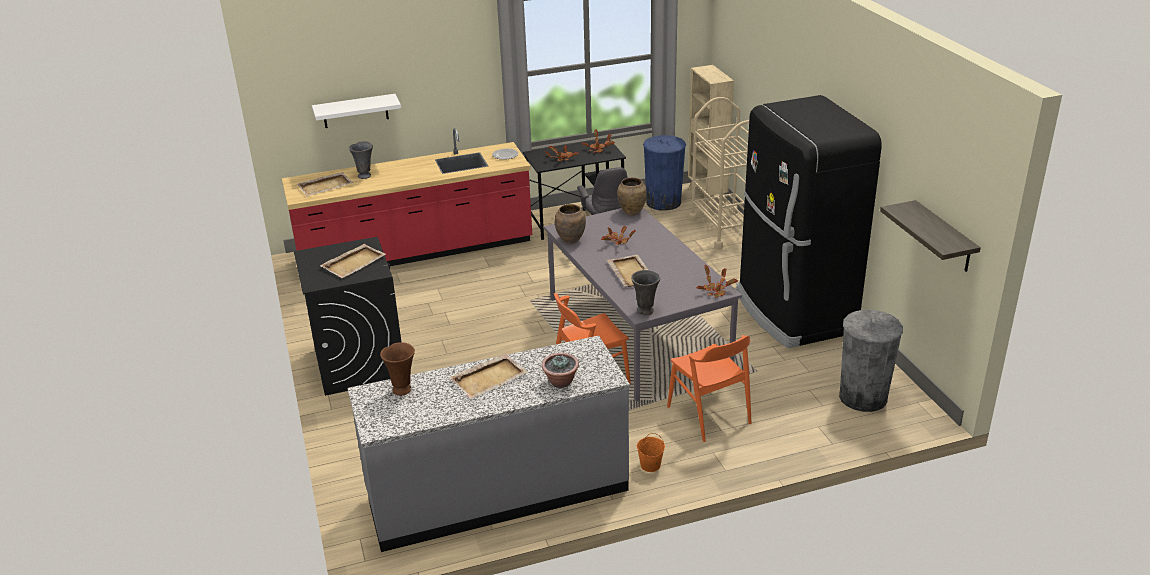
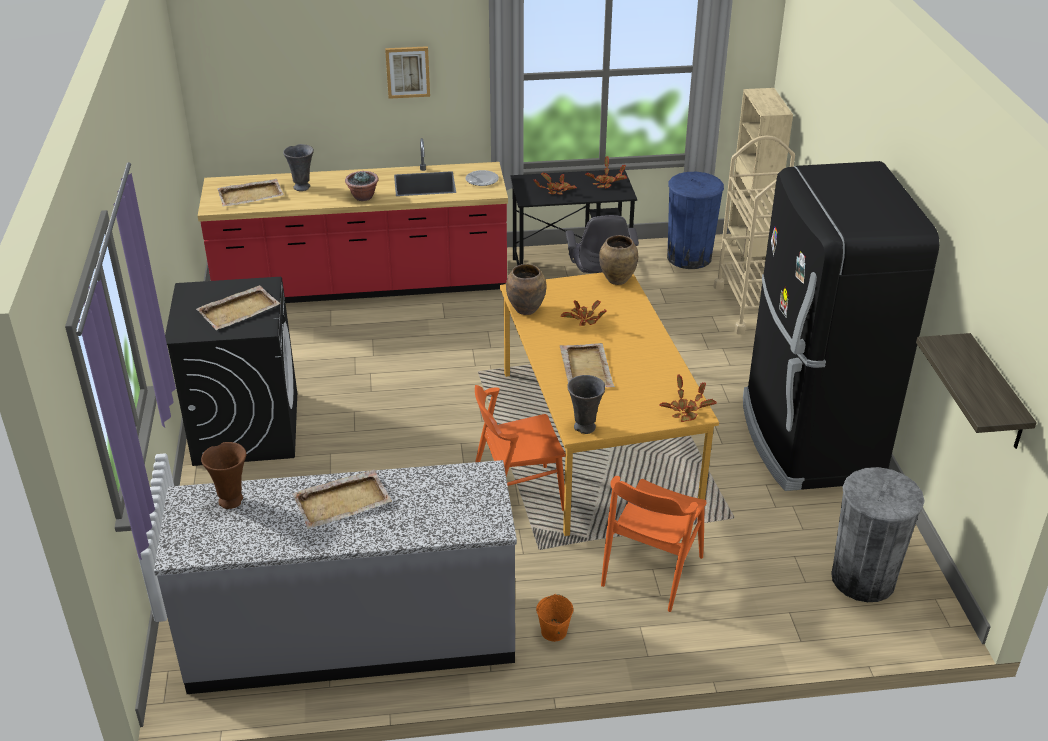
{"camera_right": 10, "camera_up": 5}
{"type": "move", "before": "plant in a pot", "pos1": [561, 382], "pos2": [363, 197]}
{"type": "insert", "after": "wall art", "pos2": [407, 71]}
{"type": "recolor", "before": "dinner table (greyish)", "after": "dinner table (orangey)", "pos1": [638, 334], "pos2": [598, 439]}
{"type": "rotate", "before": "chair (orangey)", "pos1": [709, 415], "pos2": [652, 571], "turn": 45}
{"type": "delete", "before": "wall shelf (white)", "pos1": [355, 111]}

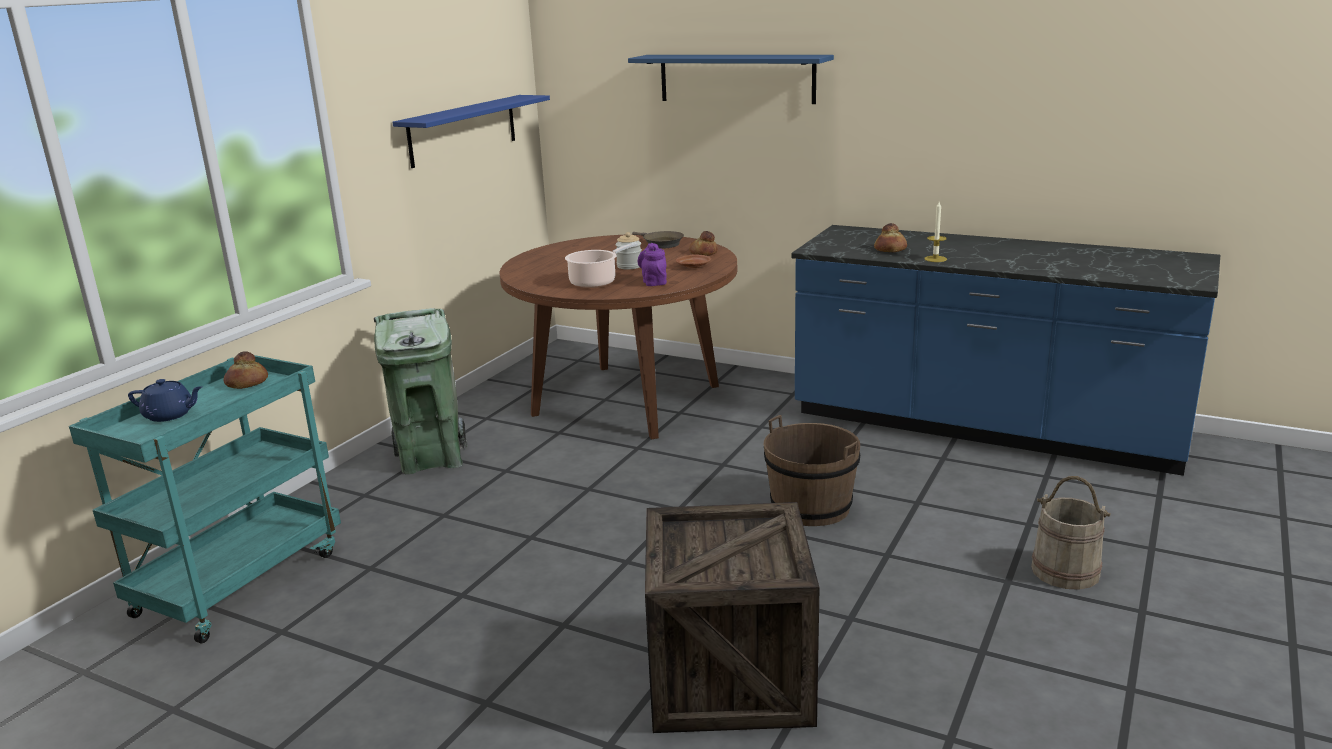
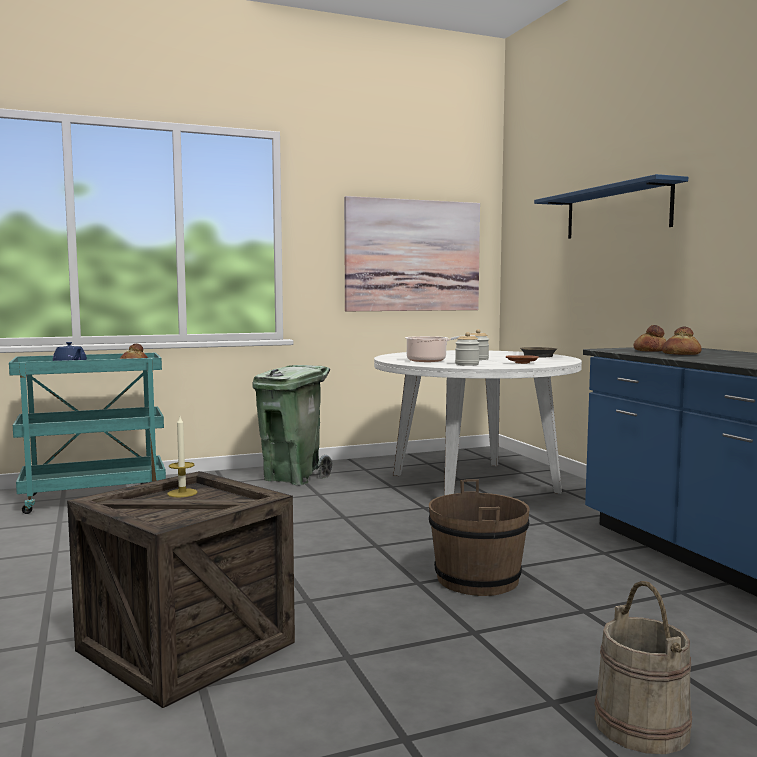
{"camera_right": 40, "camera_up": -15}
{"type": "move", "before": "candle", "pos1": [935, 259], "pos2": [182, 493]}
{"type": "replace", "before": "wall shelf (bluish)", "after": "wall art", "pos1": [463, 130], "pos2": [413, 255]}
{"type": "recolor", "before": "dinner table (brownish)", "after": "dinner table (white)", "pos1": [626, 400], "pos2": [473, 483]}
{"type": "replace", "before": "teapot (purplish)", "after": "jar", "pos1": [654, 282], "pos2": [467, 364]}
{"type": "move", "before": "bakery bread", "pos1": [703, 253], "pos2": [649, 350]}

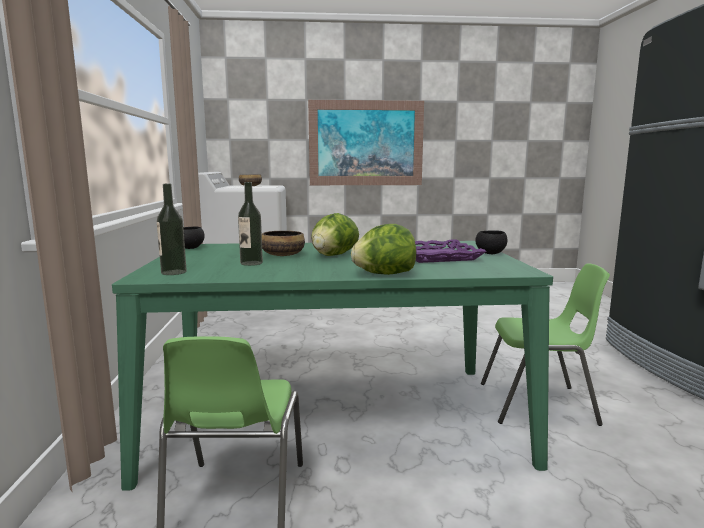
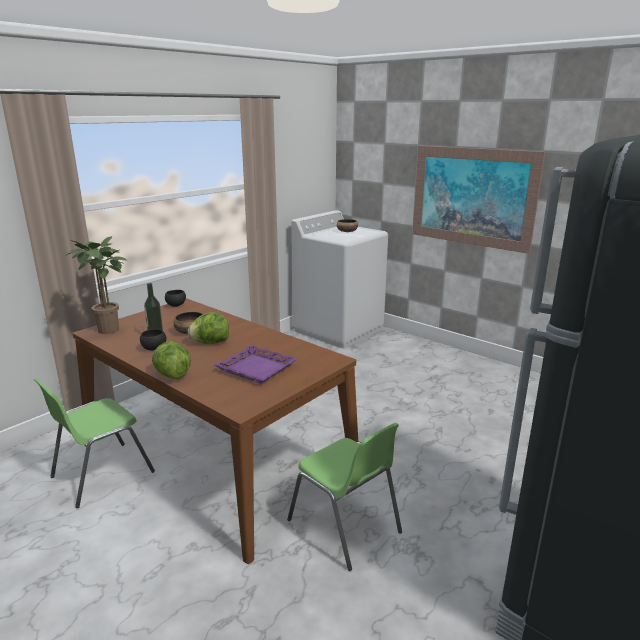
{"camera_right": 45, "camera_up": 10}
{"type": "replace", "before": "beverage bottle", "after": "plant in a pot", "pos1": [173, 272], "pos2": [109, 331]}
{"type": "recolor", "before": "dinner table (green-coloured)", "after": "dinner table (brownish)", "pos1": [336, 417], "pos2": [216, 455]}
{"type": "move", "before": "bowl (blackish)", "pos1": [490, 253], "pos2": [154, 348]}

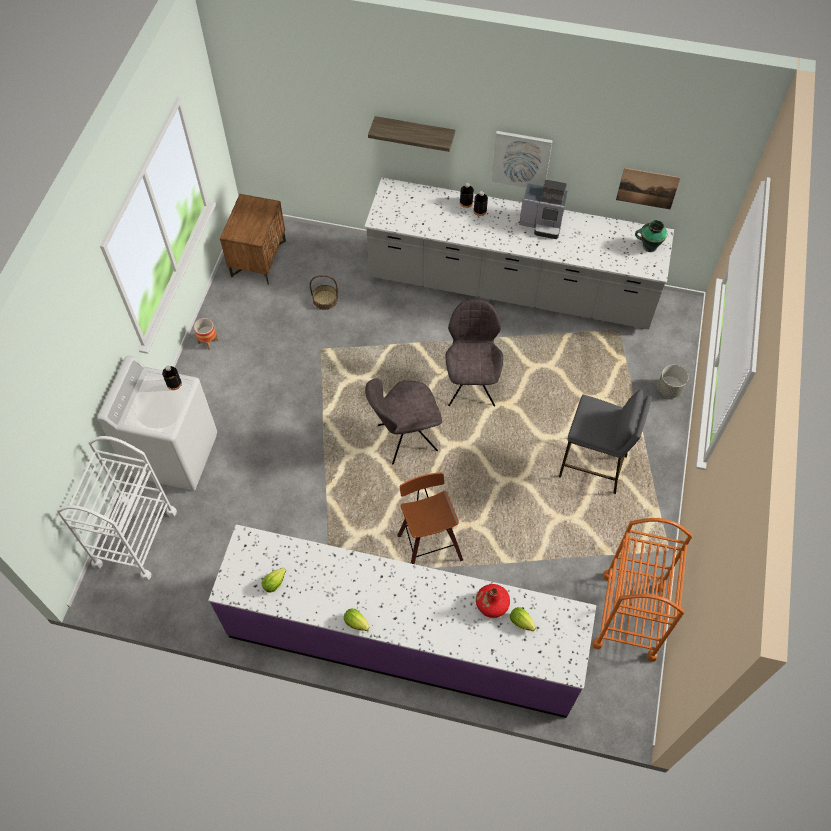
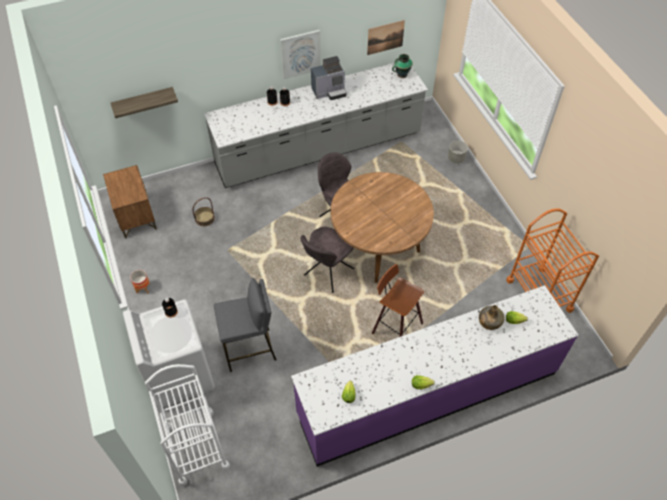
{"camera_right": -35, "camera_up": -5}
{"type": "move", "before": "wall shelf", "pos1": [414, 132], "pos2": [143, 102]}
{"type": "move", "before": "sitting stool (greyish)", "pos1": [593, 466], "pos2": [250, 349]}
{"type": "insert", "after": "dinner table (brownish)", "pos2": [378, 248]}
{"type": "recolor", "before": "beverage bottle (red)", "after": "beverage bottle (green-coloured)", "pos1": [492, 604], "pos2": [489, 321]}

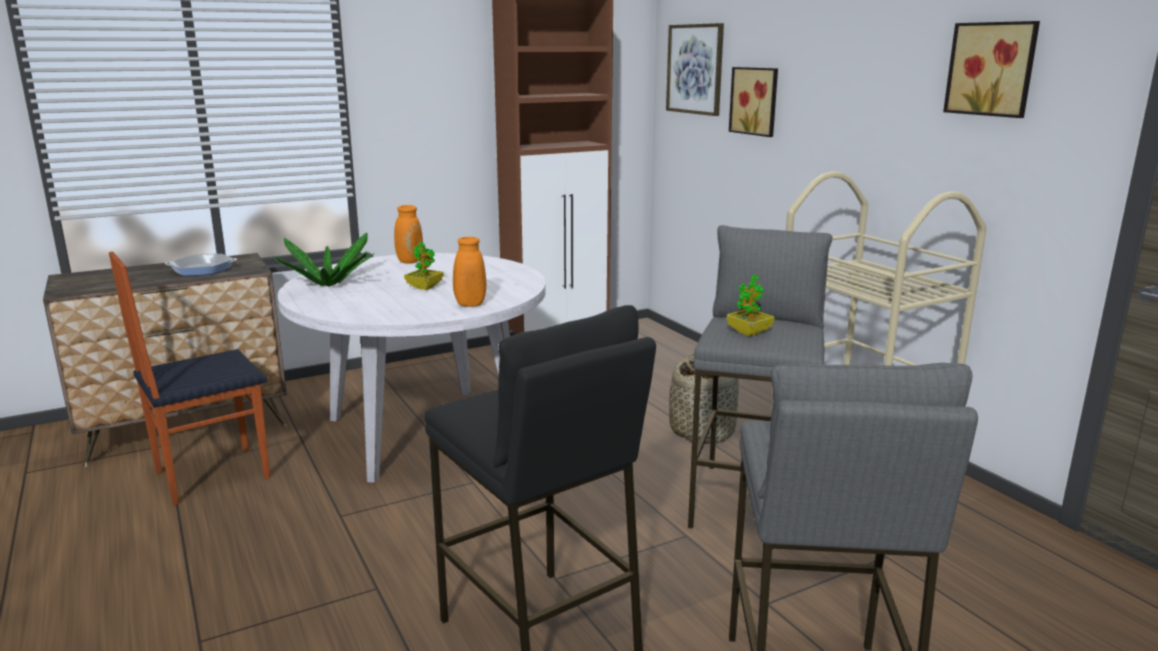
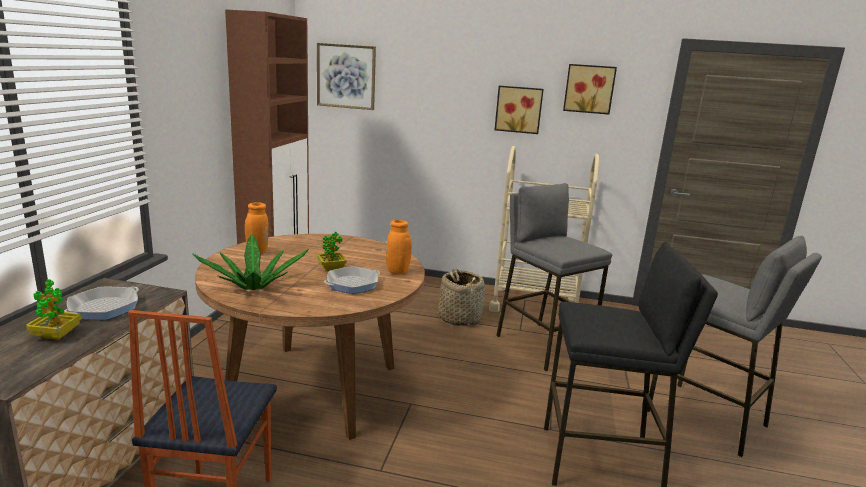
{"camera_right": -50, "camera_up": 0}
{"type": "move", "before": "plant in a pot", "pos1": [749, 332], "pos2": [56, 335]}
{"type": "recolor", "before": "dinner table (white)", "after": "dinner table (brownish)", "pos1": [424, 432], "pos2": [314, 388]}
{"type": "insert", "after": "frying pan", "pos2": [352, 284]}
{"type": "move", "before": "wall art", "pos1": [756, 101], "pos2": [518, 109]}

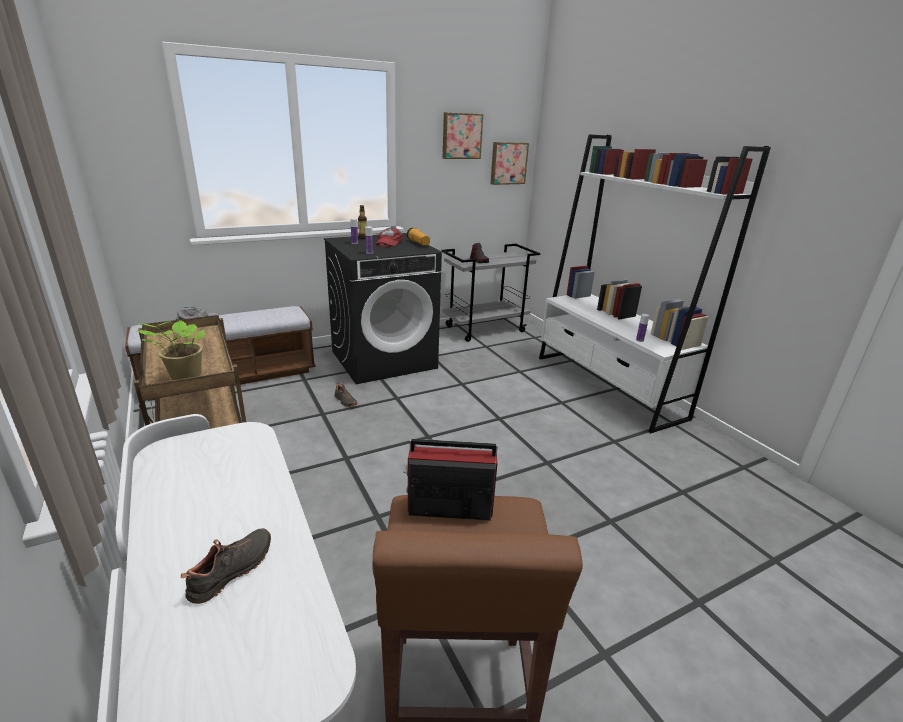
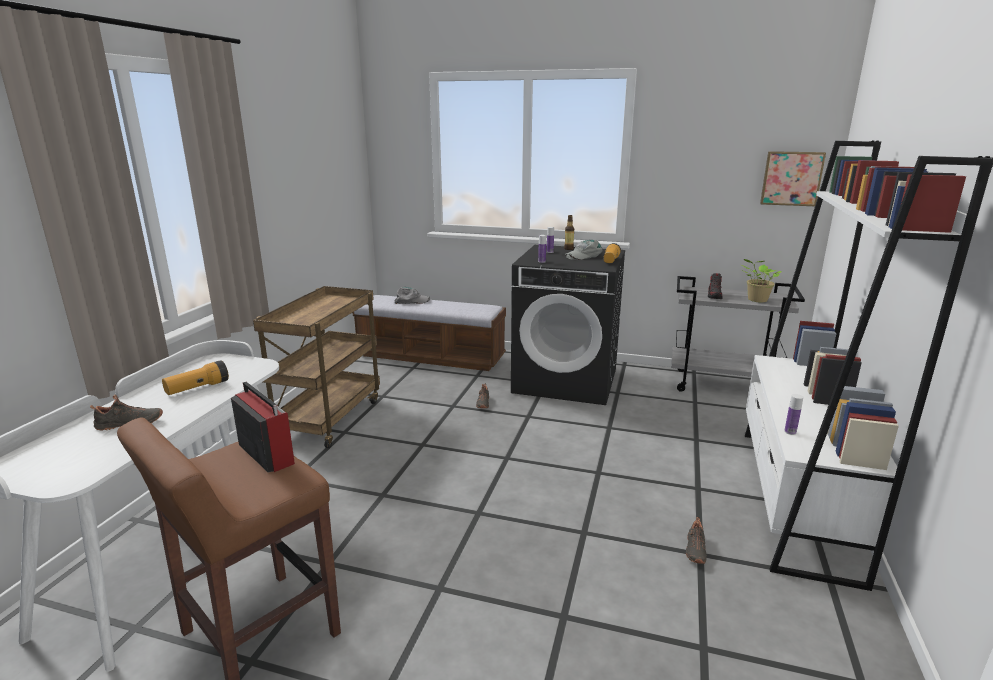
{"camera_right": 45, "camera_up": -5}
{"type": "insert", "after": "flashlight", "pos2": [198, 388]}
{"type": "recolor", "before": "baseball cap (red)", "after": "baseball cap (greyish)", "pos1": [388, 242], "pos2": [583, 255]}
{"type": "insert", "after": "low shoe (blackish)", "pos2": [694, 549]}
{"type": "move", "before": "plant in a pot", "pos1": [183, 376], "pos2": [756, 300]}
{"type": "delete", "before": "wall art", "pos1": [461, 136]}

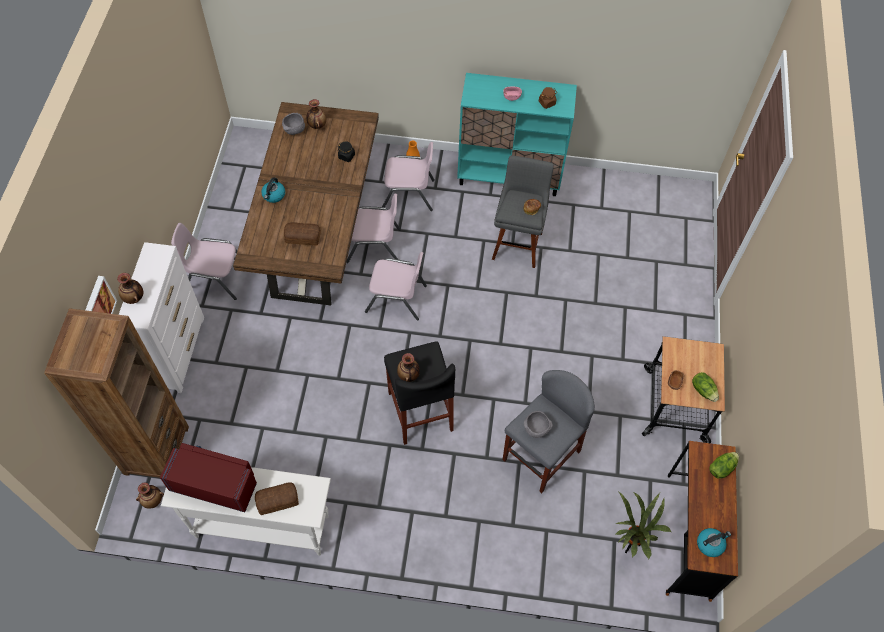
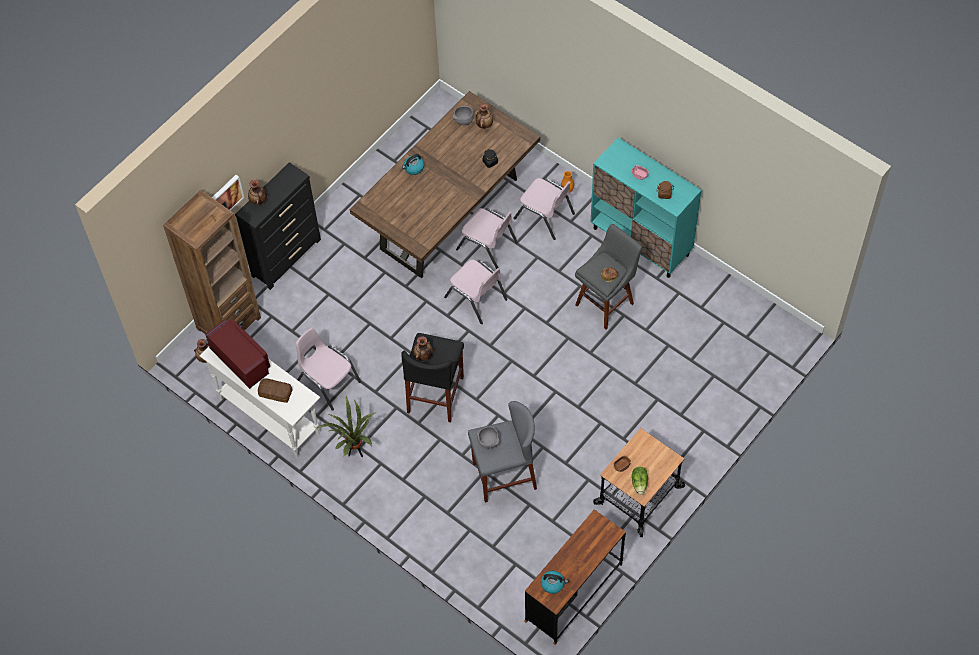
{"camera_right": 35, "camera_up": 0}
{"type": "recolor", "before": "drawer chest (white)", "after": "drawer chest (blackish)", "pos1": [179, 351], "pos2": [287, 257]}
{"type": "move", "before": "chair (pink)", "pos1": [215, 277], "pos2": [328, 381]}
{"type": "move", "before": "plant in a pot", "pos1": [629, 545], "pos2": [355, 452]}
{"type": "delete", "before": "bakery bread", "pos1": [302, 236]}
{"type": "delete", "before": "head of lettuce", "pos1": [721, 468]}

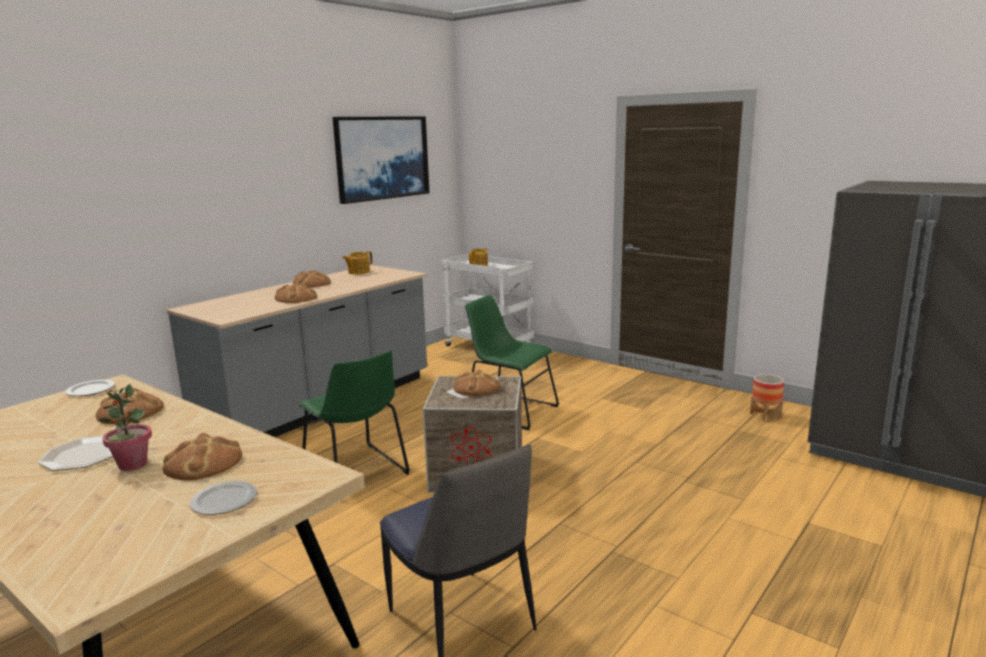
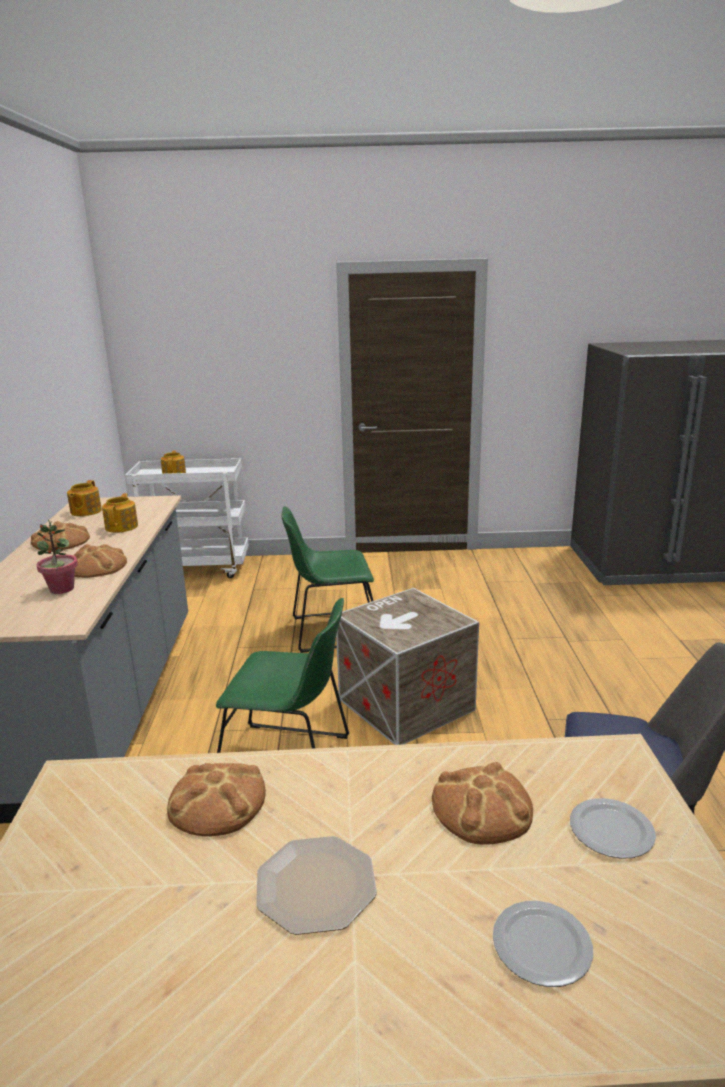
{"camera_right": -40, "camera_up": 5}
{"type": "move", "before": "plant in a pot", "pos1": [132, 464], "pos2": [62, 589]}
{"type": "insert", "after": "teapot", "pos2": [122, 527]}
{"type": "move", "before": "plate", "pos1": [90, 390], "pos2": [540, 947]}
{"type": "delete", "before": "wall art", "pos1": [382, 158]}
{"type": "delete", "before": "bakery bread", "pos1": [476, 387]}
{"type": "delete", "before": "flower pot", "pos1": [765, 415]}

